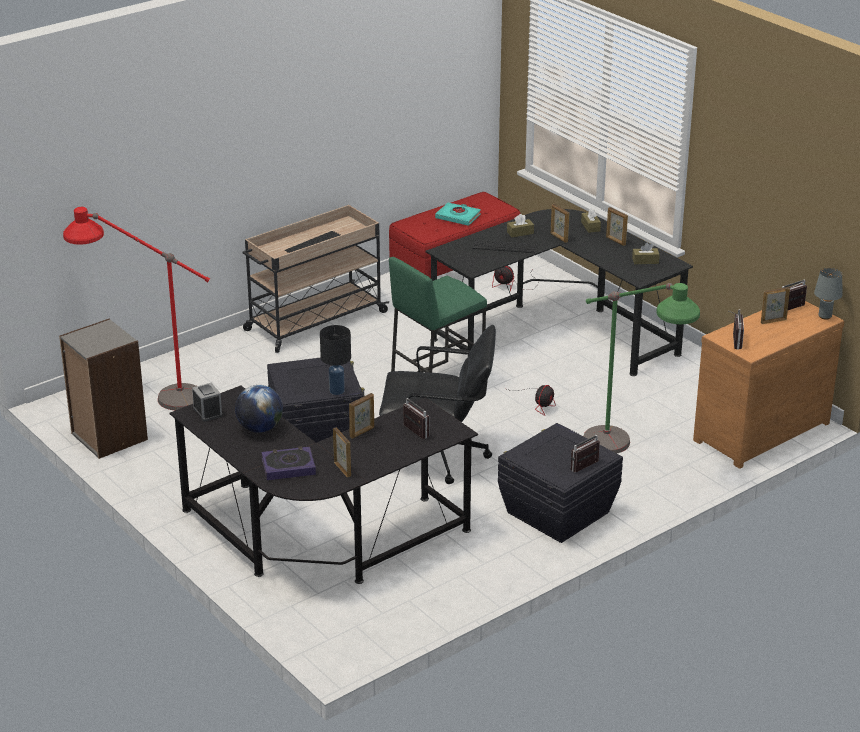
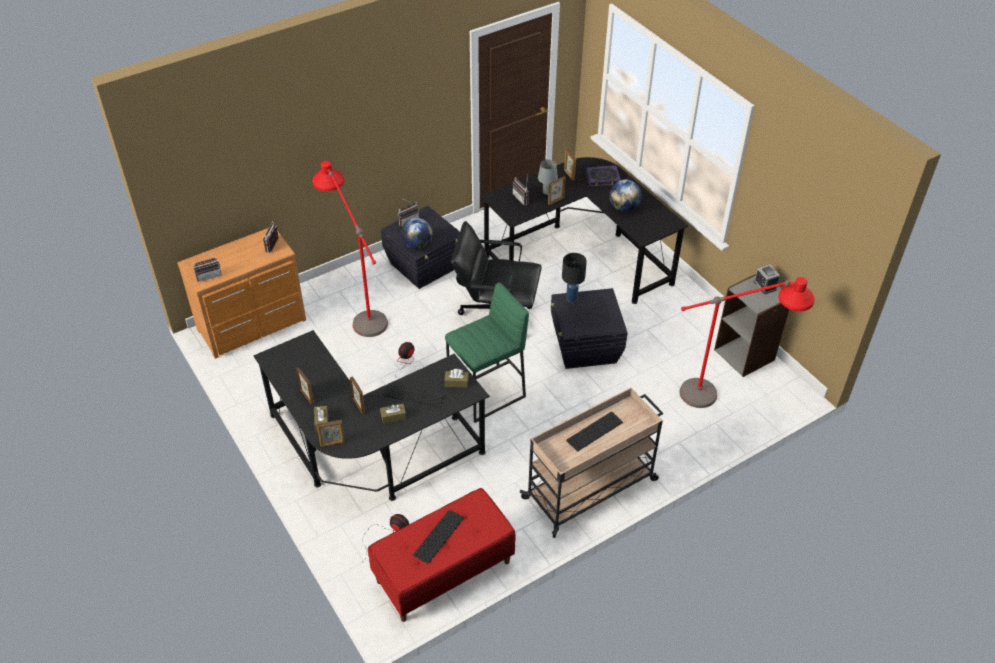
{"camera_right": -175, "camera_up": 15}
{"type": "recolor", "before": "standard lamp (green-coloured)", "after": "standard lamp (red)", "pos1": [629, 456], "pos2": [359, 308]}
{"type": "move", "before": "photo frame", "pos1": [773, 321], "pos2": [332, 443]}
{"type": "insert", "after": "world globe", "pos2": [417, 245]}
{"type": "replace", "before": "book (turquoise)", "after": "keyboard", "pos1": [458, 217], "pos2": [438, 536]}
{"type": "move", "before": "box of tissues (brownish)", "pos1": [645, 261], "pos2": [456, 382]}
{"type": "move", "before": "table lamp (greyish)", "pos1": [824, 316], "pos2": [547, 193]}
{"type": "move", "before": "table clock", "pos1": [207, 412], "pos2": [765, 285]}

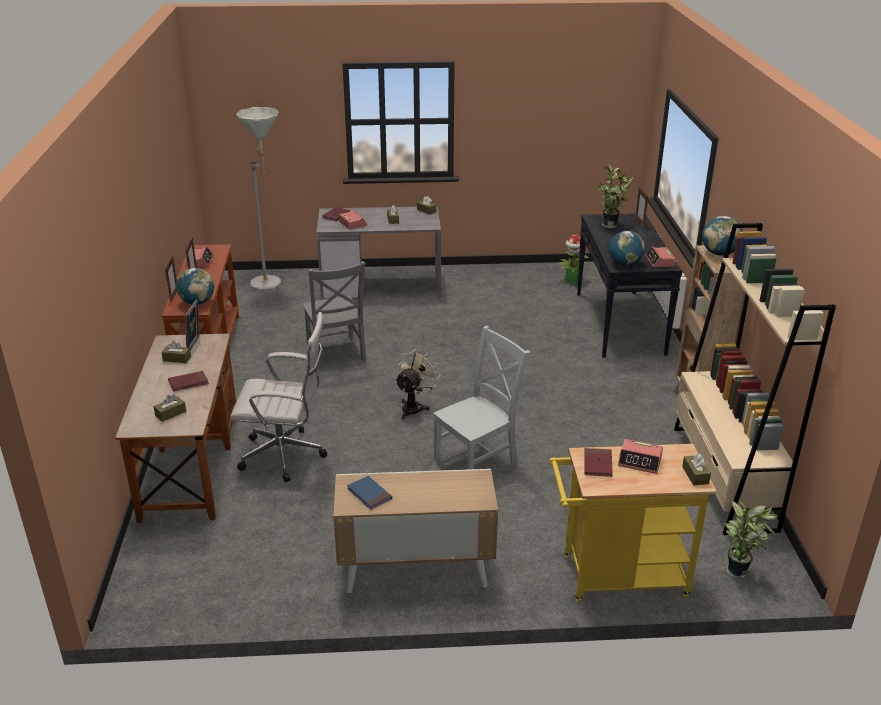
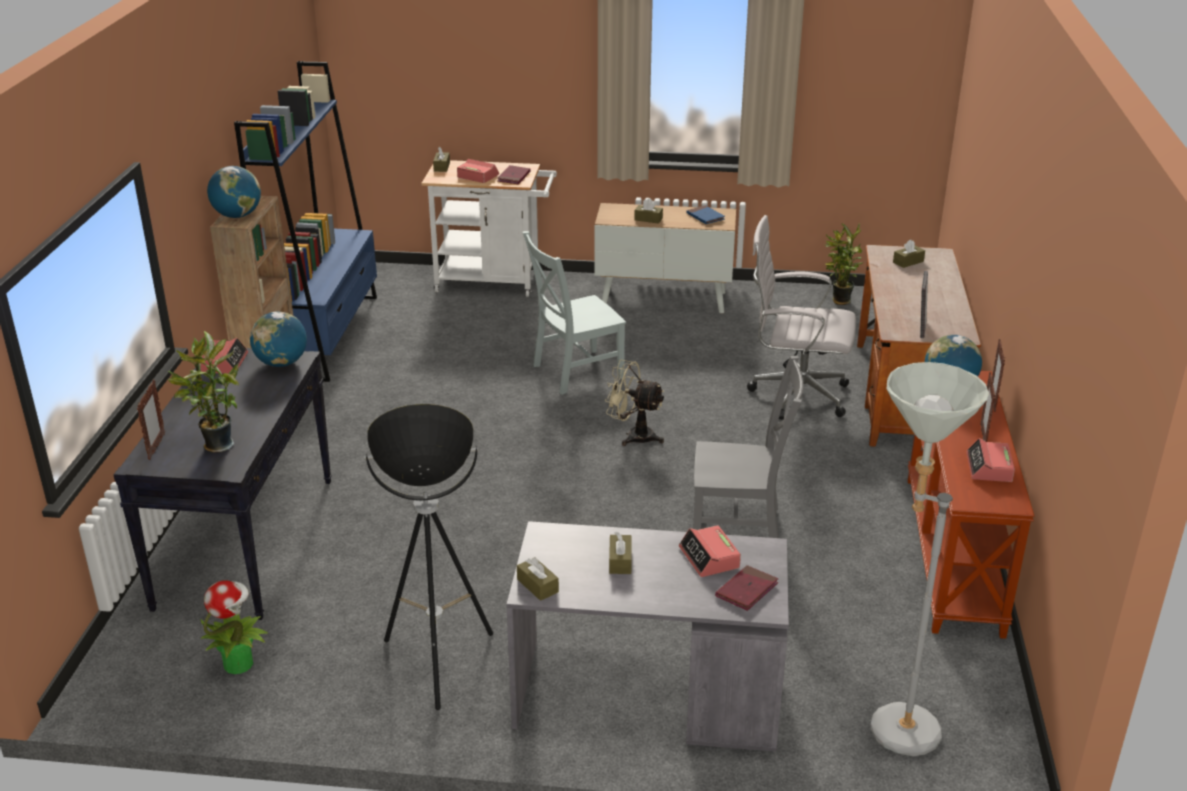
{"camera_right": -170, "camera_up": 0}
{"type": "recolor", "before": "bookshelf (beige)", "after": "bookshelf (bluish)", "pos1": [723, 477], "pos2": [327, 335]}
{"type": "insert", "after": "standard lamp", "pos2": [438, 663]}
{"type": "recolor", "before": "cart (yellow)", "after": "cart (white)", "pos1": [616, 577], "pos2": [494, 282]}
{"type": "rotate", "before": "fan (beige)", "pos1": [414, 407], "pos2": [633, 435], "turn": 75}
{"type": "move", "before": "box of tissues (brownish)", "pos1": [177, 359], "pos2": [648, 219]}
{"type": "rotate", "before": "chair (greyish)", "pos1": [336, 354], "pos2": [740, 529], "turn": 105}
{"type": "move", "before": "plant in a pot", "pos1": [739, 570], "pos2": [839, 301]}
{"type": "delete", "before": "book (red)", "pos1": [188, 383]}

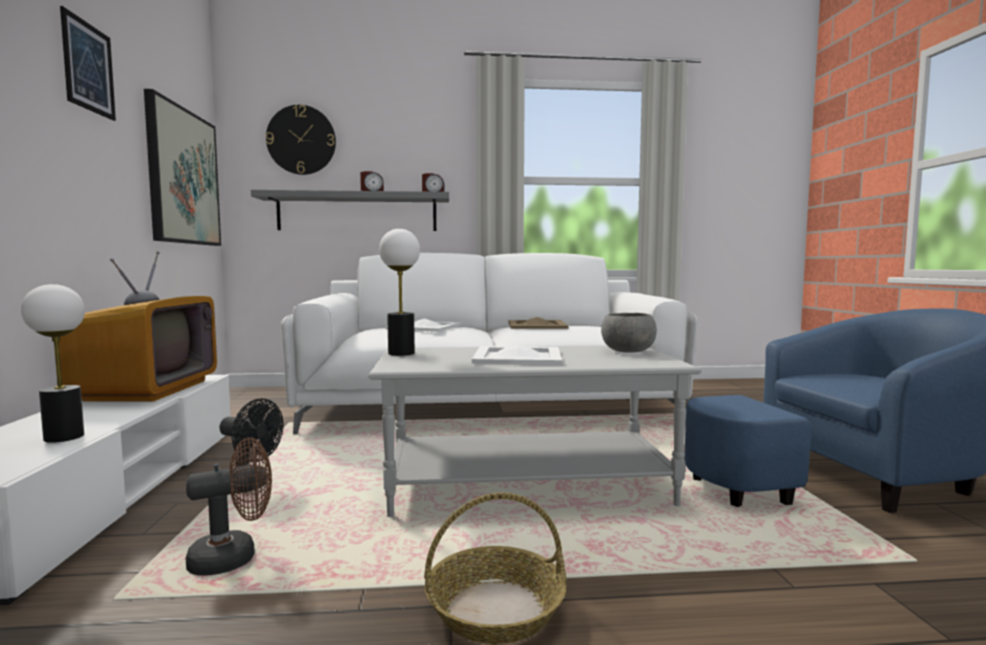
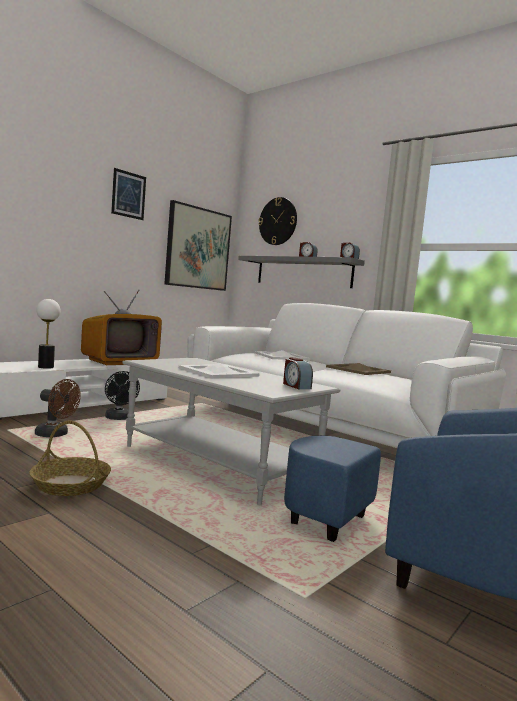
{"camera_right": 45, "camera_up": 0}
{"type": "replace", "before": "bowl (greyish)", "after": "table clock", "pos1": [628, 351], "pos2": [296, 386]}
{"type": "delete", "before": "table lamp", "pos1": [401, 353]}

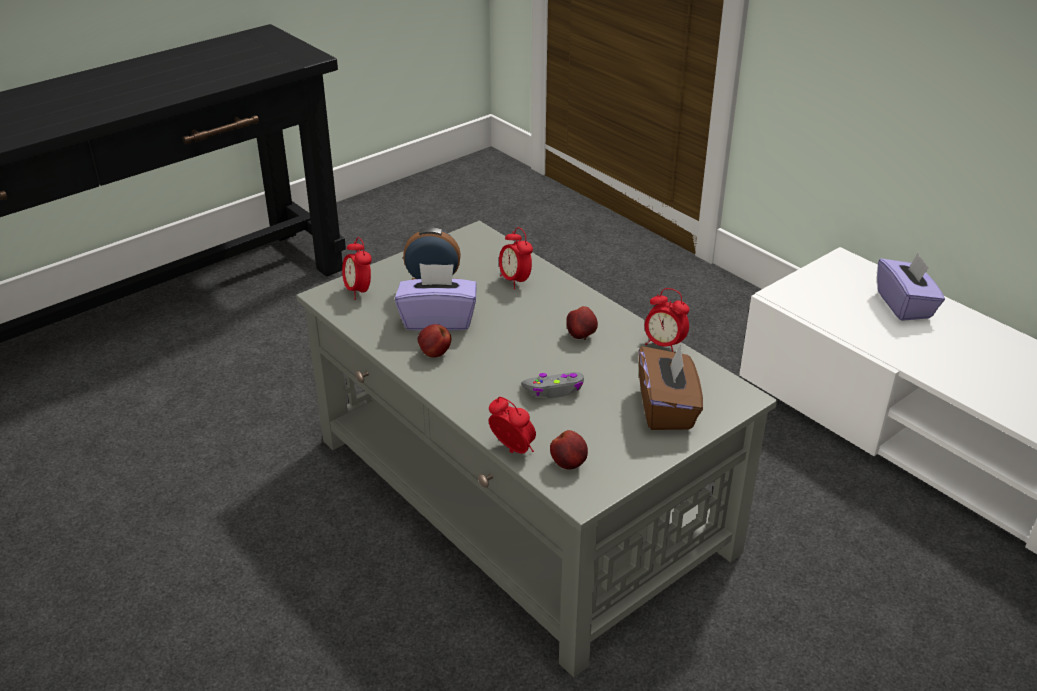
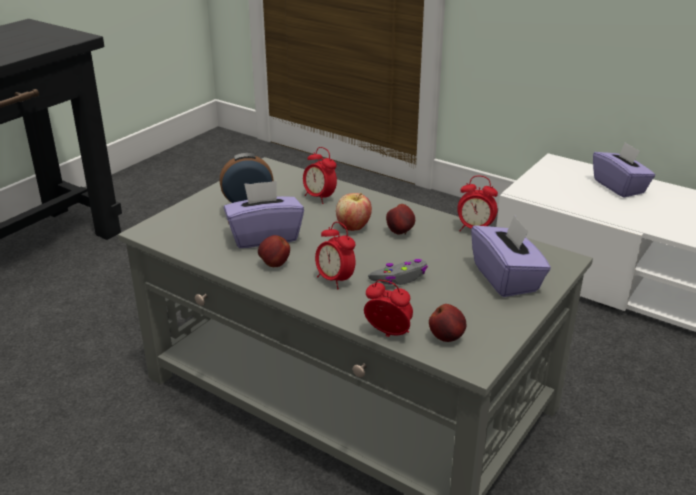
{"camera_right": -15, "camera_up": -5}
{"type": "move", "before": "table clock", "pos1": [358, 291], "pos2": [335, 280]}
{"type": "insert", "after": "whole apple", "pos2": [353, 227]}
{"type": "recolor", "before": "box of tissues (brownish)", "after": "box of tissues (purplish)", "pos1": [667, 408], "pos2": [506, 278]}

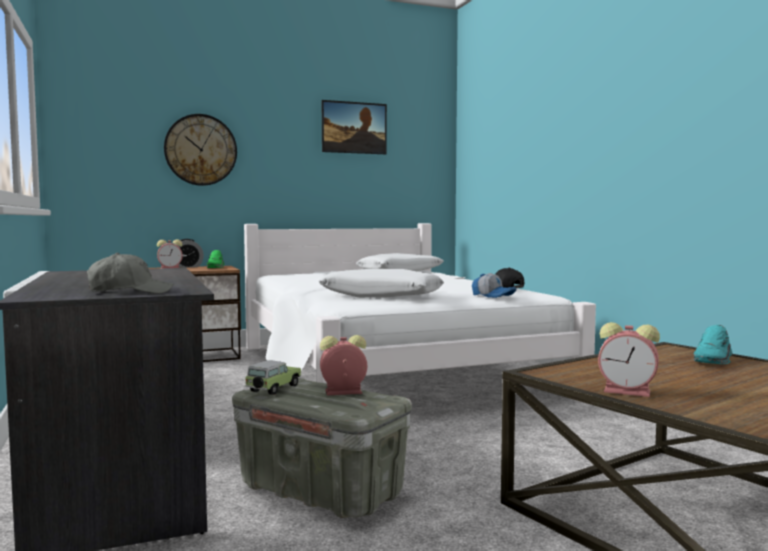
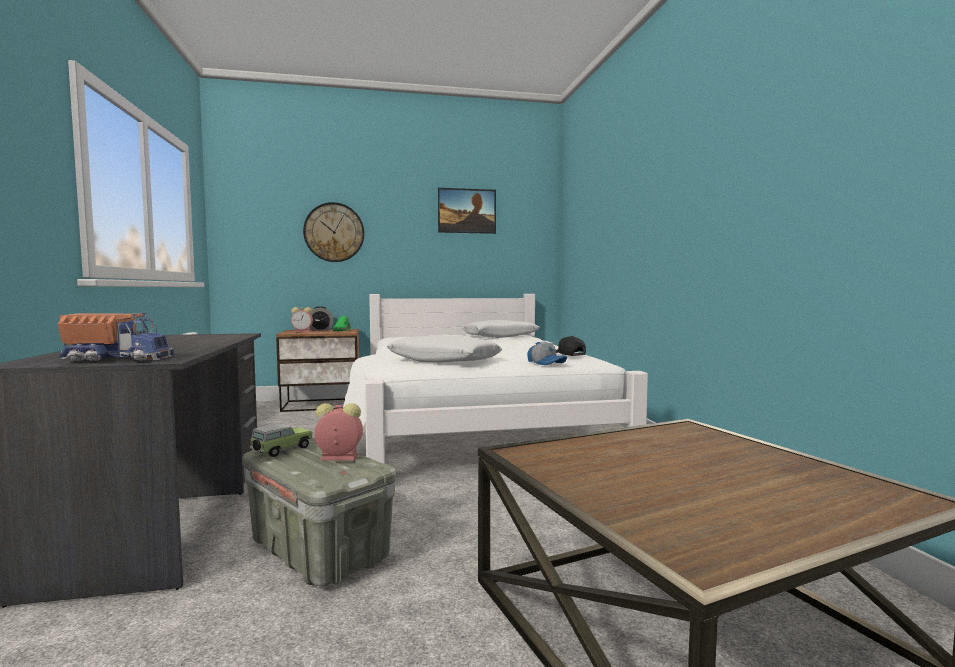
{"camera_right": 10, "camera_up": 0}
{"type": "replace", "before": "baseball cap (greyish)", "after": "toy lorry", "pos1": [130, 292], "pos2": [118, 359]}
{"type": "delete", "before": "table clock", "pos1": [629, 391]}
{"type": "delete", "before": "low shoe (turquoise)", "pos1": [714, 360]}

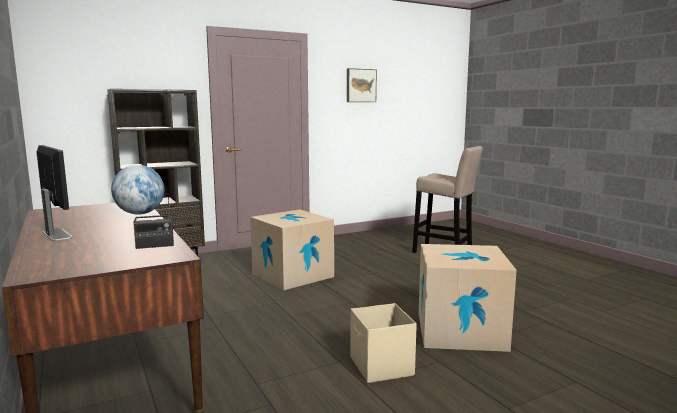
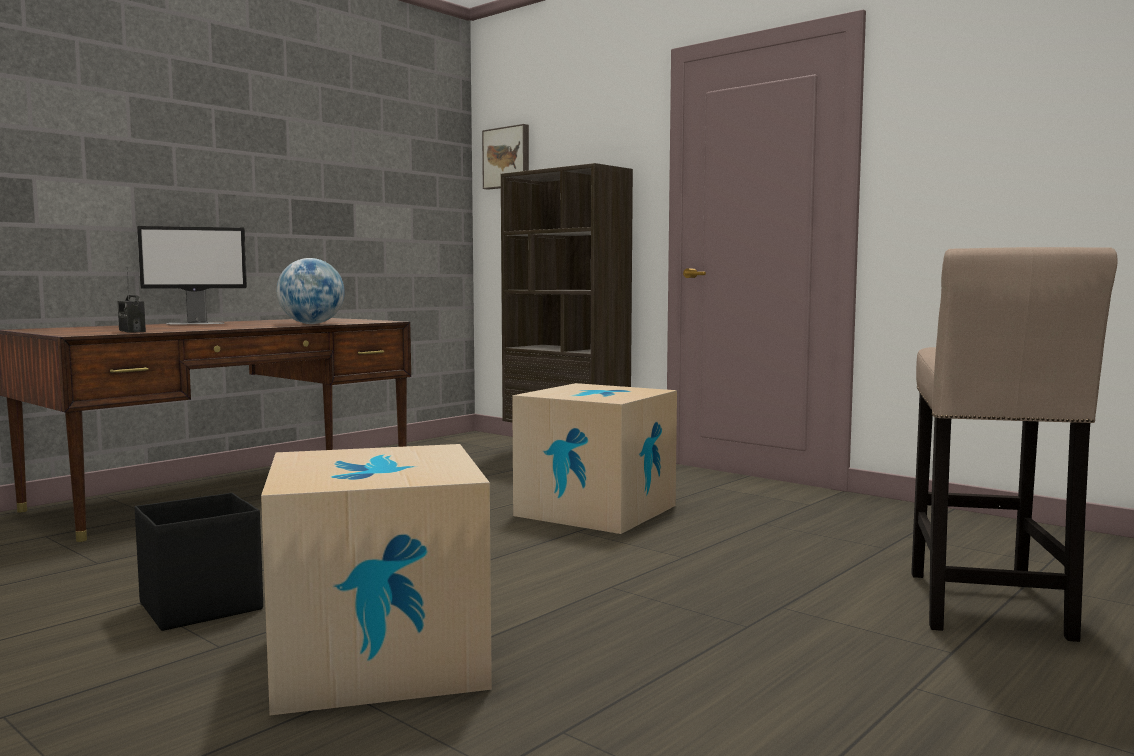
{"camera_right": 70, "camera_up": -5}
{"type": "recolor", "before": "storage box (beige)", "after": "storage box (blackish)", "pos1": [381, 367], "pos2": [199, 606]}
{"type": "rotate", "before": "monitor", "pos1": [57, 234], "pos2": [196, 323], "turn": 45}
{"type": "move", "before": "wall art", "pos1": [360, 85], "pos2": [507, 158]}

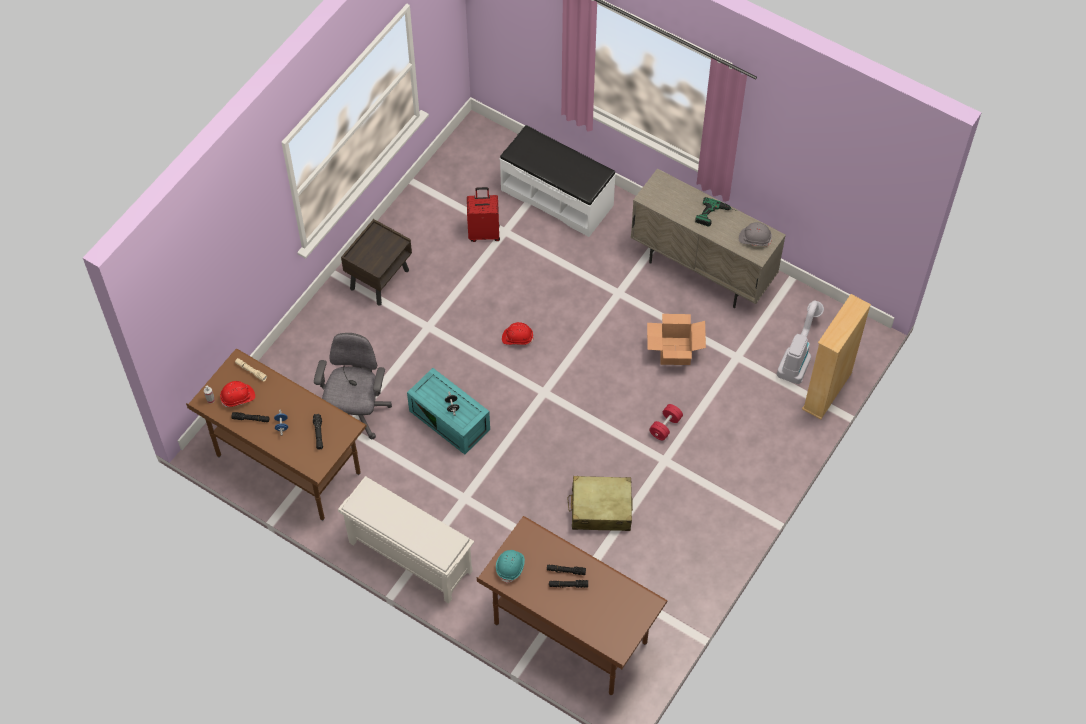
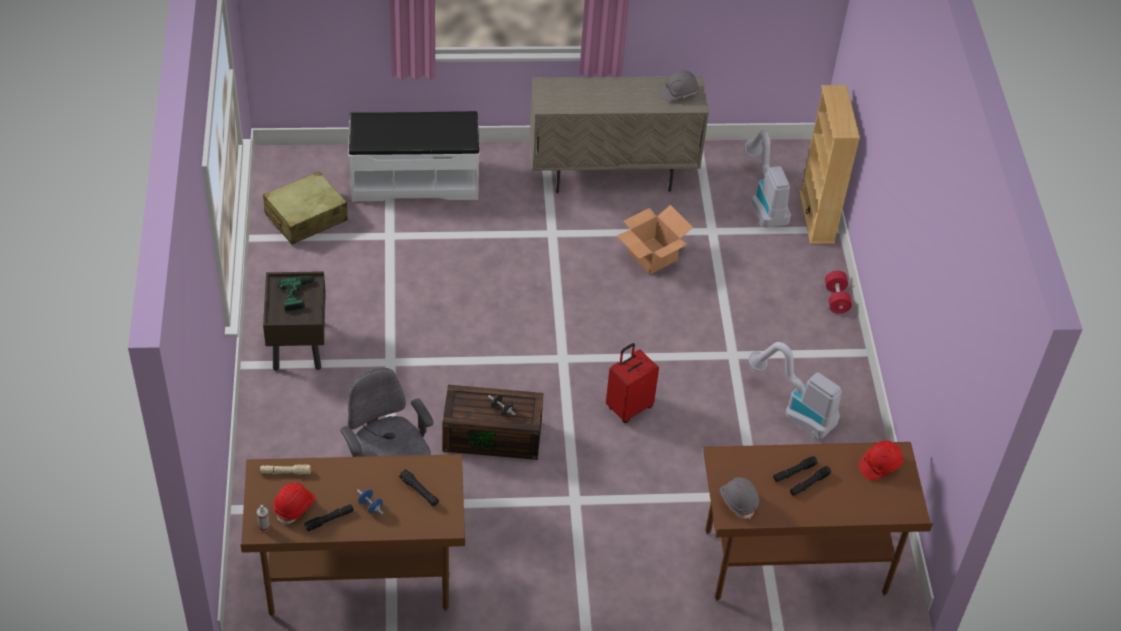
{"camera_right": -40, "camera_up": -10}
{"type": "move", "before": "piece of luggage (beige)", "pos1": [600, 509], "pos2": [305, 217]}
{"type": "move", "before": "electric drill", "pos1": [716, 215], "pos2": [303, 294]}
{"type": "recolor", "before": "storage box (turquoise)", "after": "storage box (brownish)", "pos1": [451, 420], "pos2": [494, 435]}
{"type": "move", "before": "piece of luggage (red)", "pos1": [484, 233], "pos2": [629, 407]}
{"type": "recolor", "before": "safety helmet (turquoise)", "after": "safety helmet (greyish)", "pos1": [510, 567], "pos2": [738, 501]}
{"type": "insert", "after": "hoover", "pos2": [795, 410]}
{"type": "move", "before": "free weight (red)", "pos1": [665, 426], "pos2": [836, 299]}
{"type": "move", "before": "safety helmet (red)", "pos1": [517, 338], "pos2": [879, 465]}
{"type": "delete", "before": "shoe stand (white)", "pos1": [408, 557]}

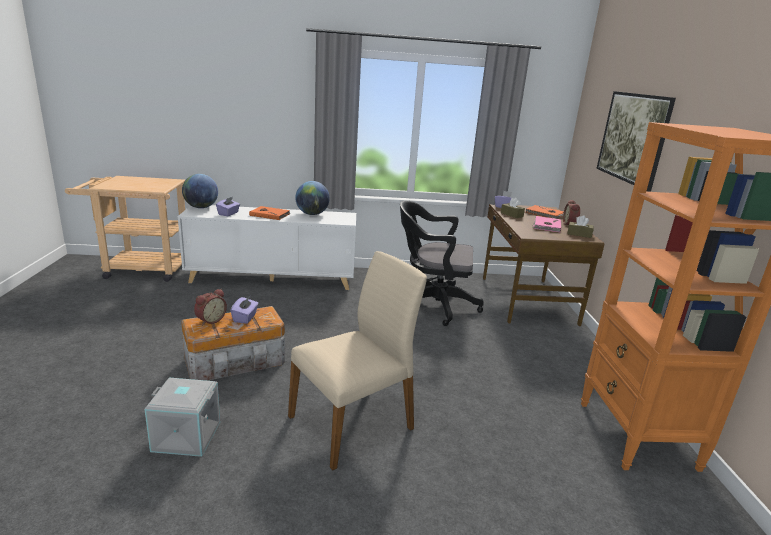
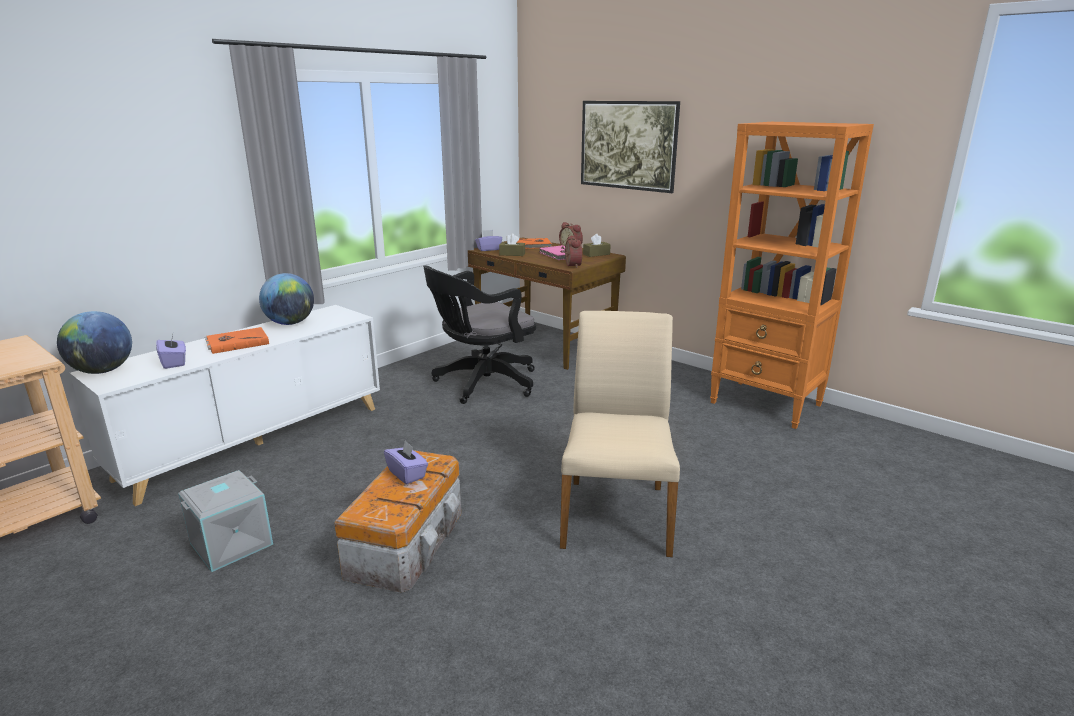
{"camera_right": -45, "camera_up": 0}
{"type": "move", "before": "storage box (greyish)", "pos1": [185, 437], "pos2": [231, 545]}
{"type": "move", "before": "table clock", "pos1": [210, 320], "pos2": [571, 265]}

